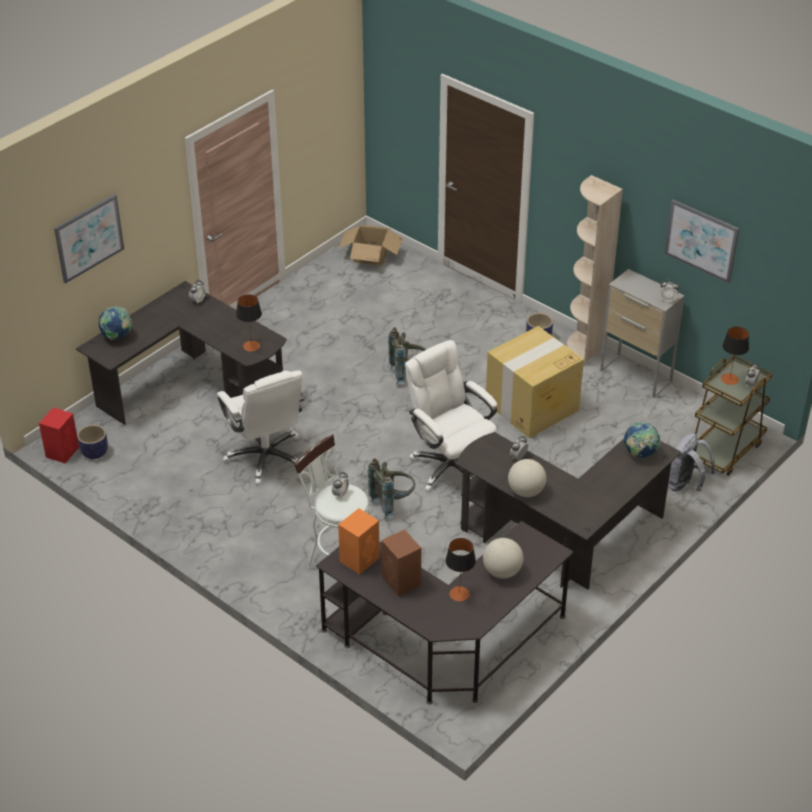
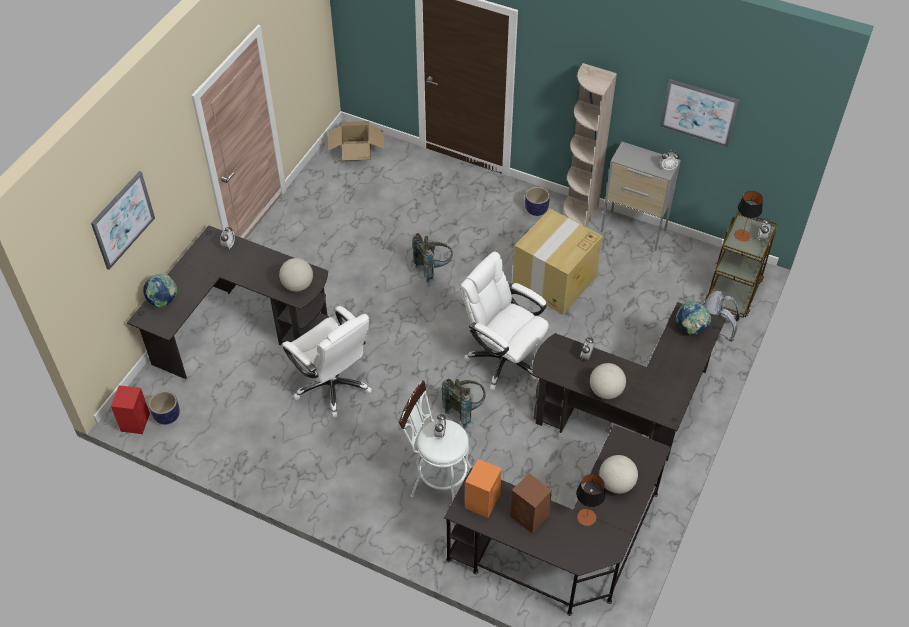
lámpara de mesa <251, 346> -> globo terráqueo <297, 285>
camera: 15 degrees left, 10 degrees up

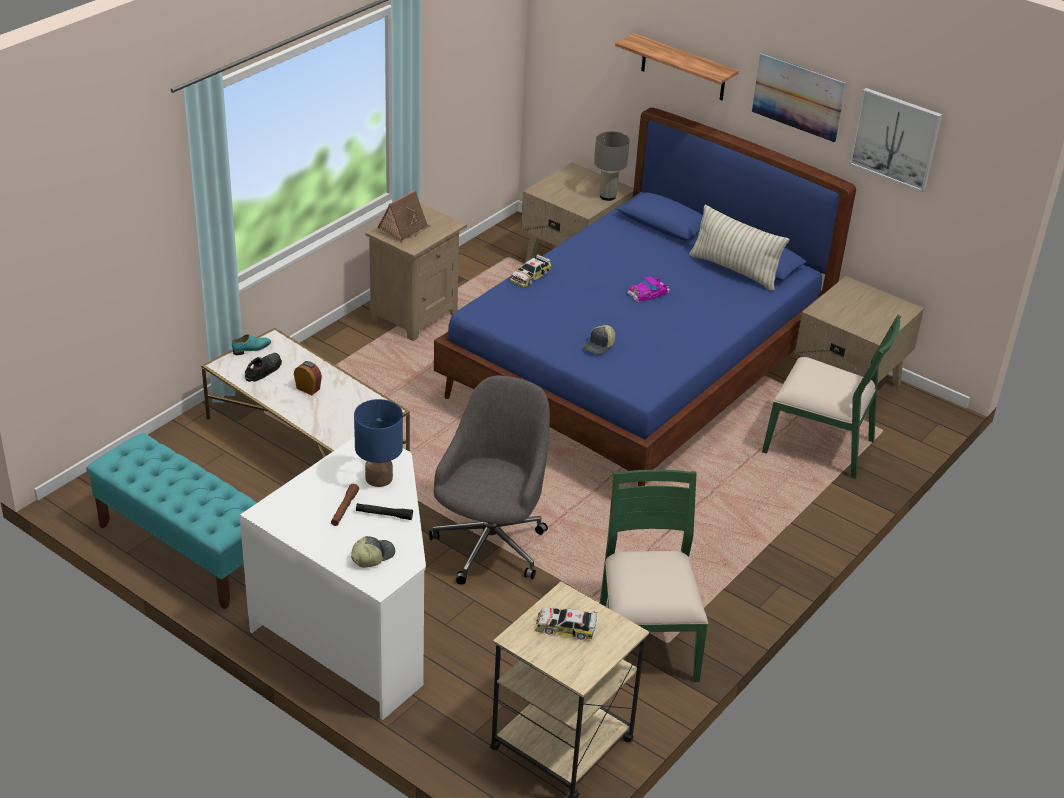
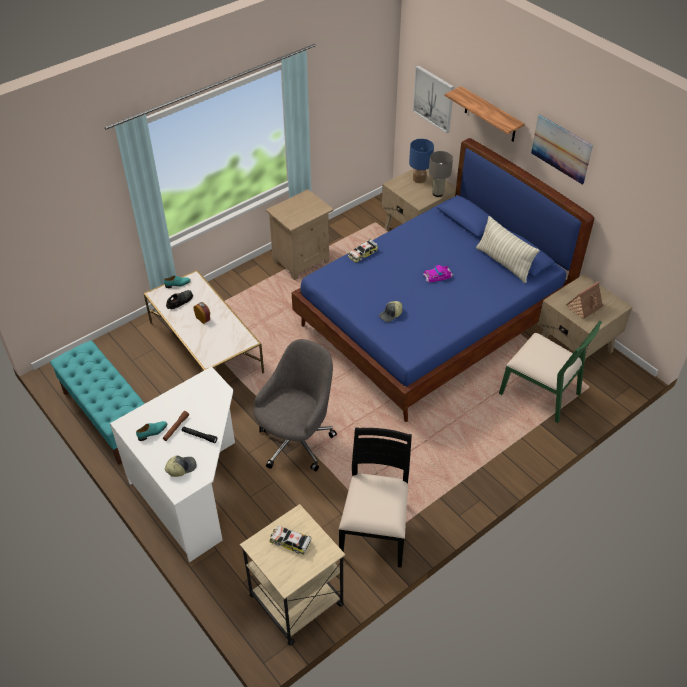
none -> zapato (turquesa) <153, 432>
silla (verde) <645, 640> -> silla (negro) <375, 529>
lámpara de mesa (azul) <379, 478> -> lámpara de mesa (azul) <419, 179>, move
cuadro <895, 139> -> cuadro <434, 98>, move
casita <404, 229> -> casita <585, 307>, move
camera: 15 degrees right, 10 degrees up

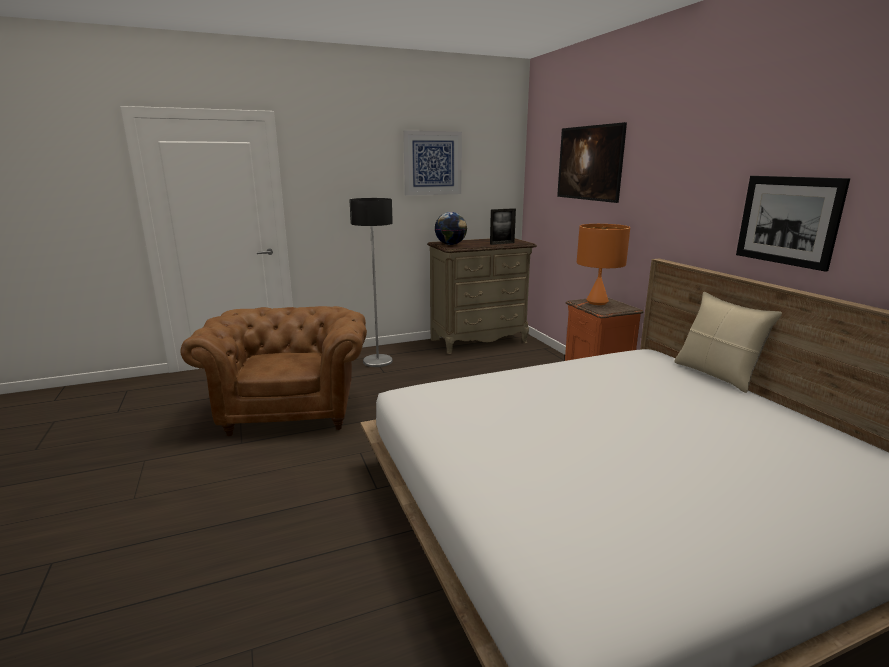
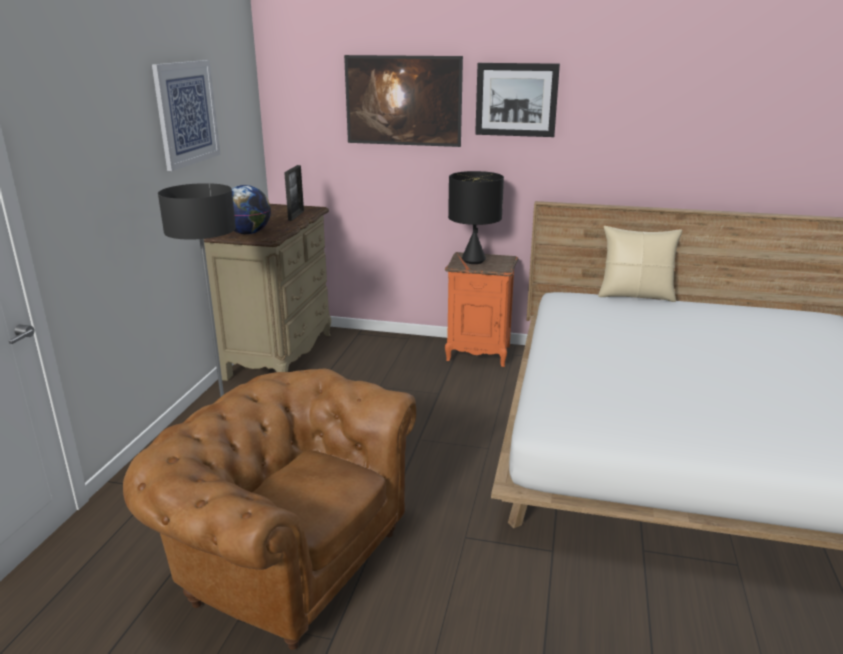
lámpara de mesa (naranja) <597, 303> -> lámpara de mesa (negro) <473, 261>
cuadro <788, 220> -> cuadro <516, 100>, move
camera: 55 degrees left, 5 degrees up

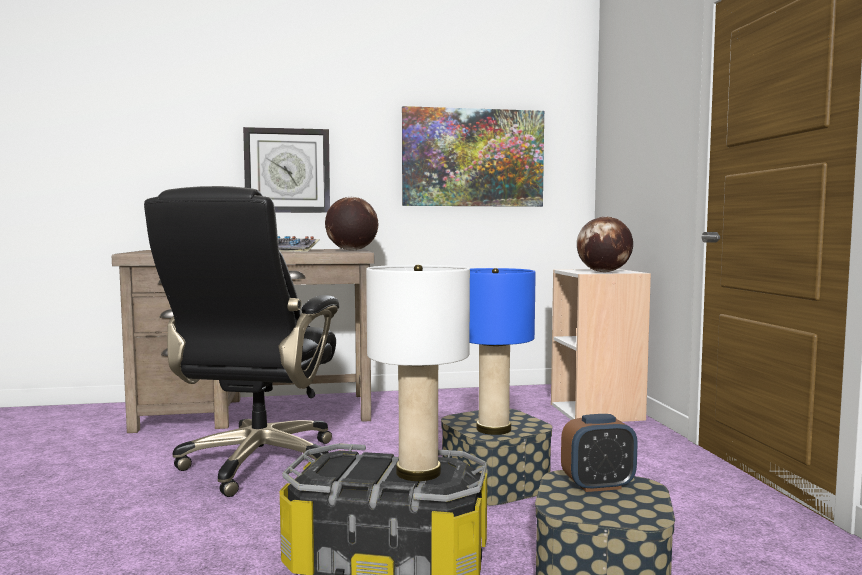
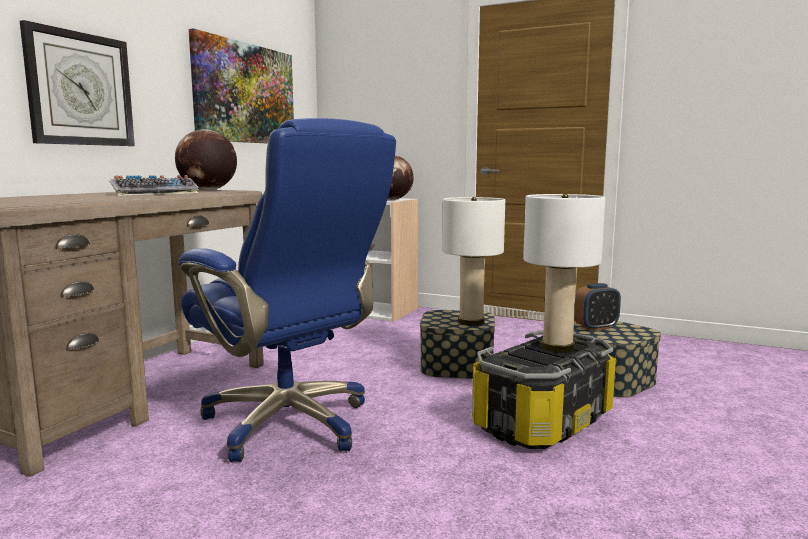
silla de oficina (negro) <256, 465> -> silla de oficina (azul) <289, 427>
lámpara de mesa (azul) <493, 429> -> lámpara de mesa (blanco) <471, 322>
despertador <598, 485> -> despertador <595, 327>, 45 degrees clockwise
camera: 55 degrees left, 5 degrees up

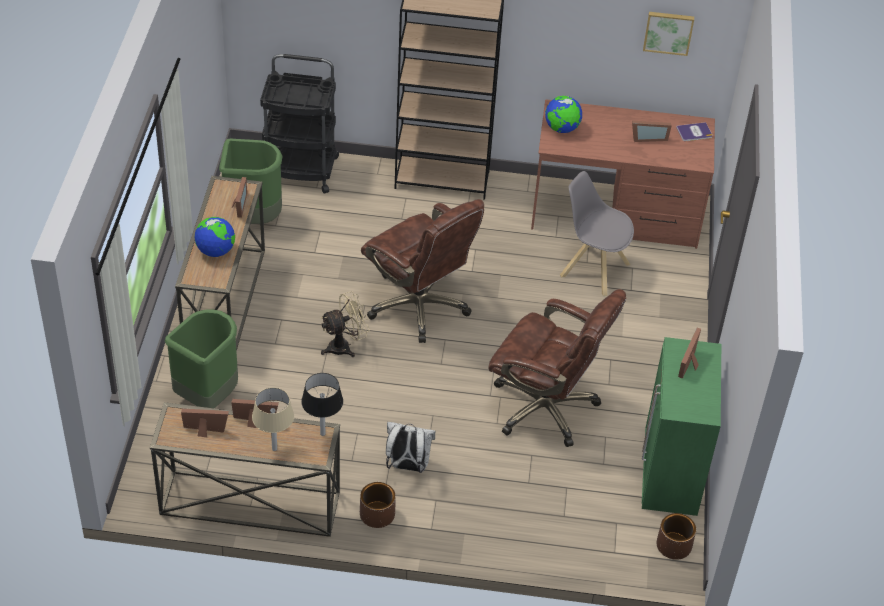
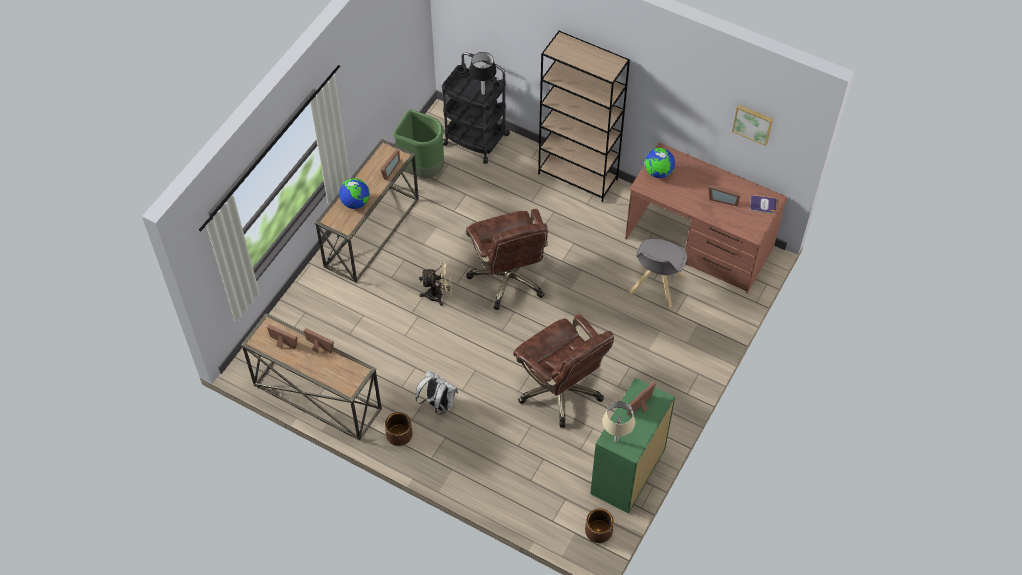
lámpara de mesa (negro) <322, 434> -> lámpara de mesa (negro) <483, 93>, move
lámpara de mesa (beis) <274, 449> -> lámpara de mesa (beis) <616, 440>, move
silla (gris) <593, 268> -> silla (gris) <656, 286>, 120 degrees counterclockwise
papelera (verde) <208, 396> -> none
camera: 25 degrees right, 10 degrees up

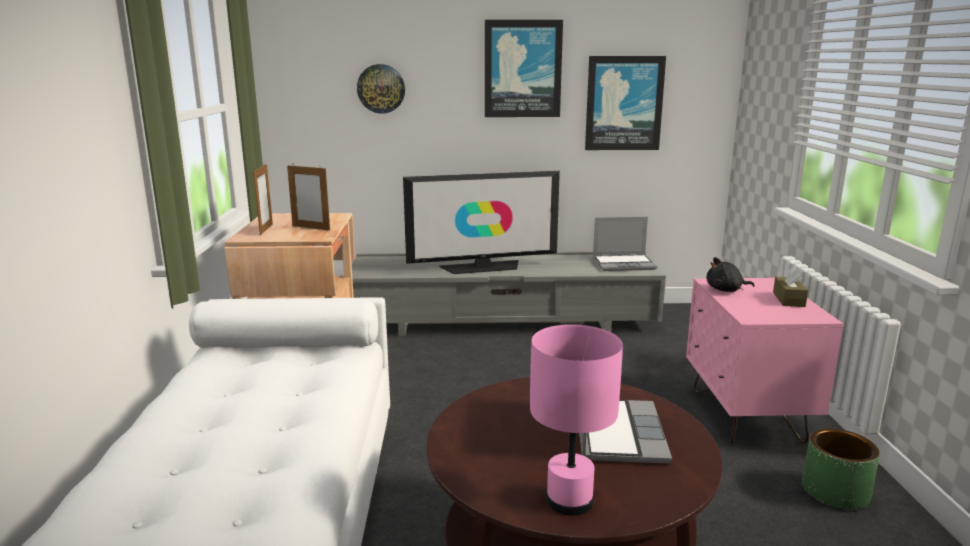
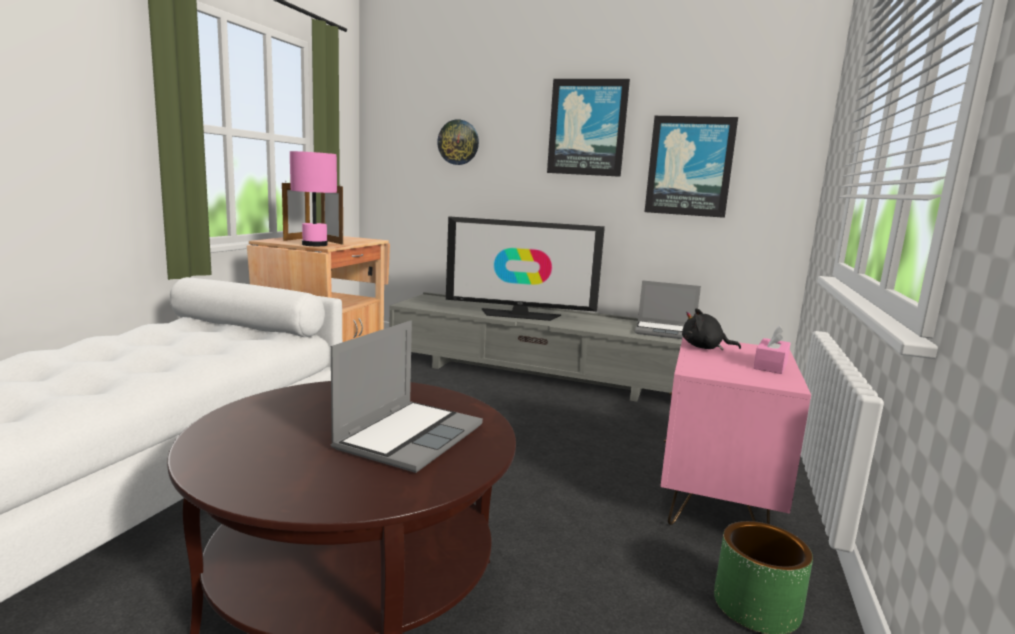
lámpara de mesa (rosa) <568, 500> -> lámpara de mesa (rosa) <314, 245>, move
caja de pañuelos (marrón) <788, 299> -> caja de pañuelos (rosa) <770, 365>
camera: 20 degrees right, 5 degrees down

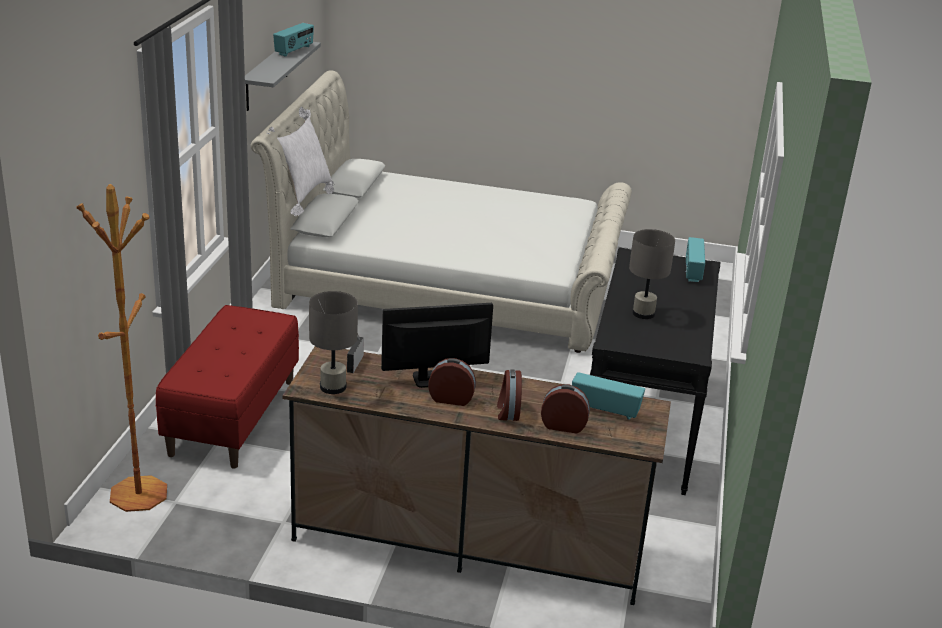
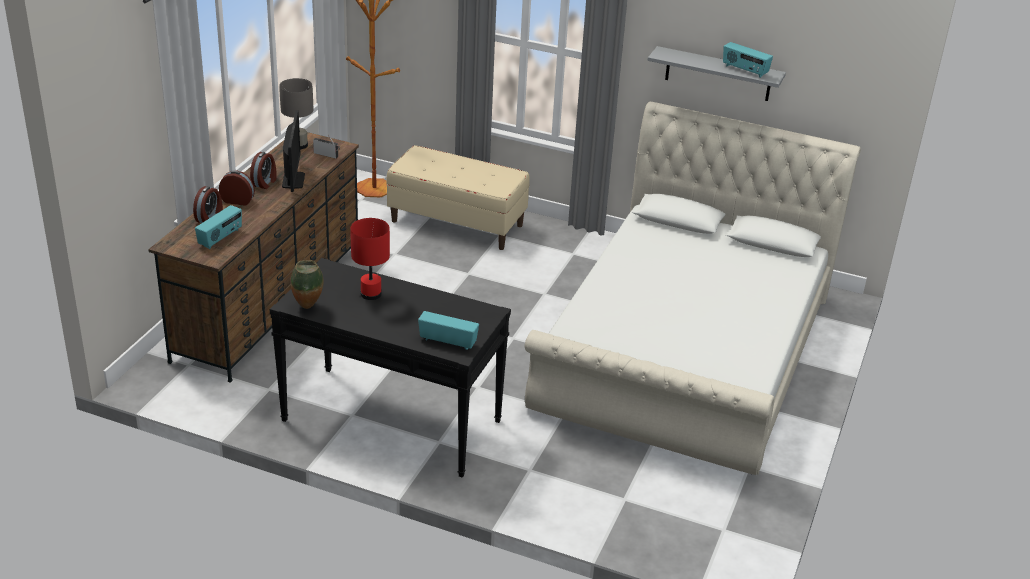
none -> florero <308, 307>
lámpara de mesa (gris) <643, 313> -> lámpara de mesa (rojo) <371, 294>
banco (rojo) <232, 417> -> banco (beis) <457, 223>
cojín (blanco) <301, 202> -> none
camera: 100 degrees right, 5 degrees up

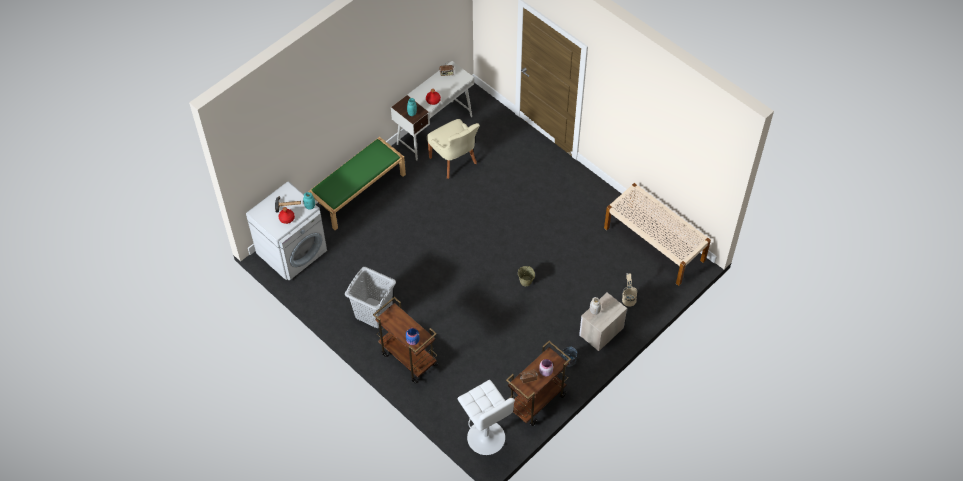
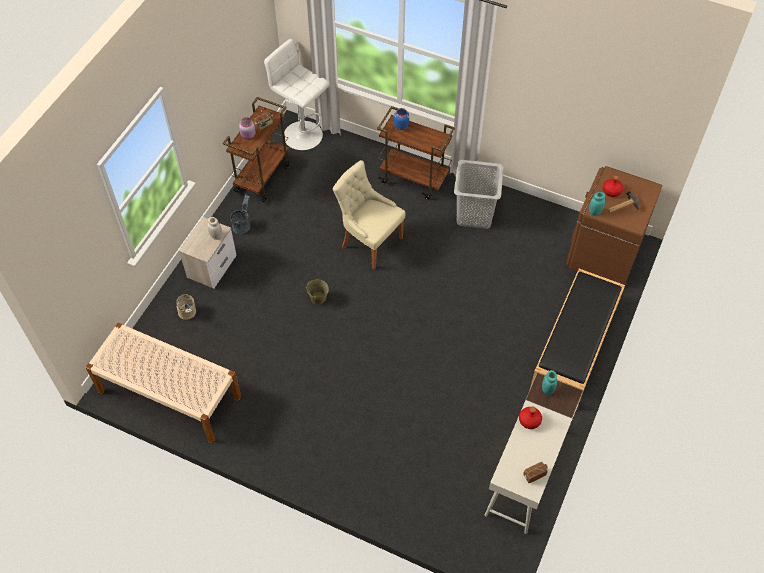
silla (beis) <454, 161> -> silla (beis) <369, 242>, move
banco (verde) <359, 191> -> banco (negro) <574, 348>
lavadora (blanco) <293, 251> -> lavadora (marrón) <603, 252>
camera: 160 degrees right, 0 degrees up

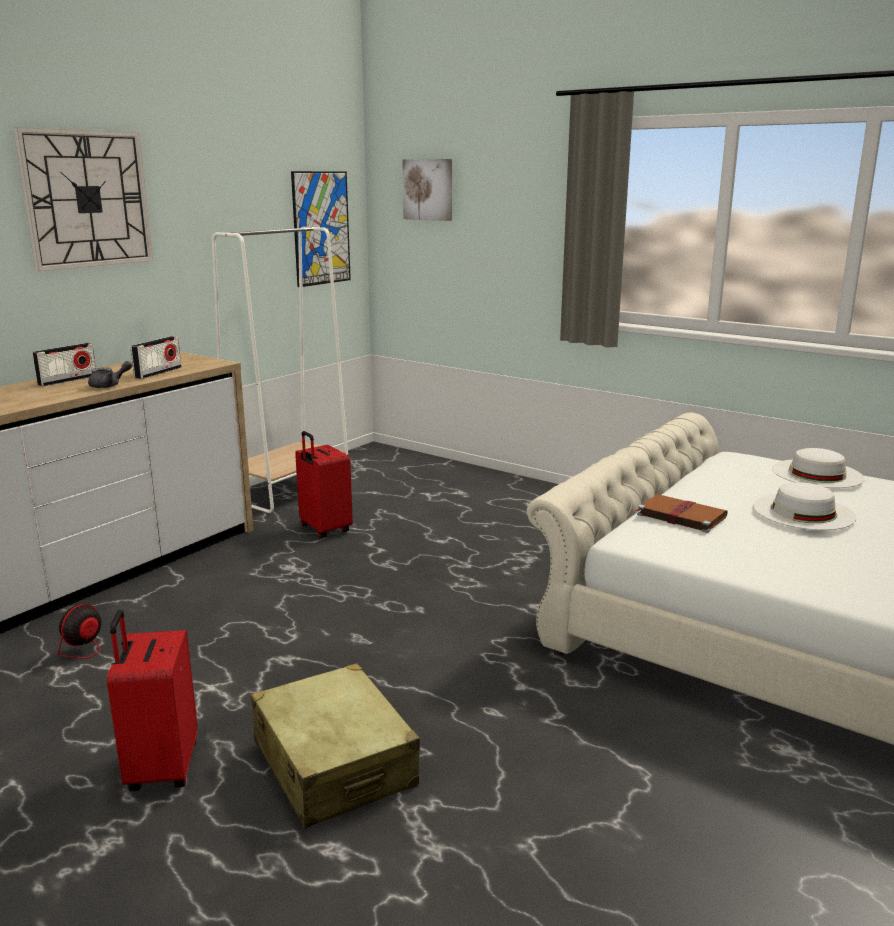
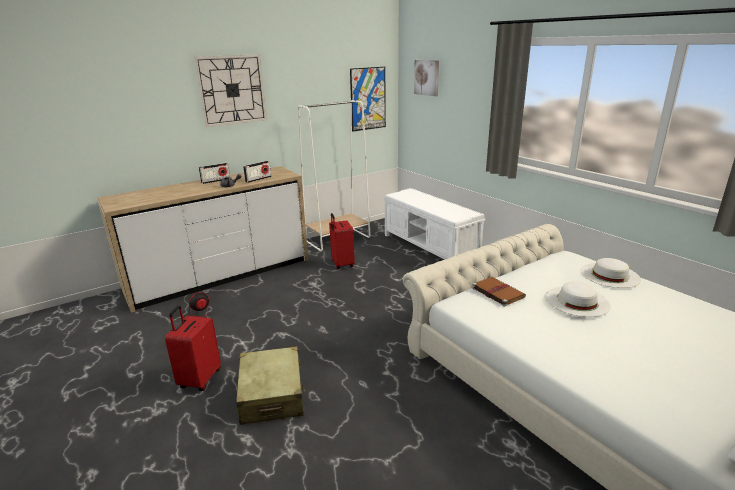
none -> banco (blanco) <430, 247>
camera: 20 degrees right, 5 degrees up

